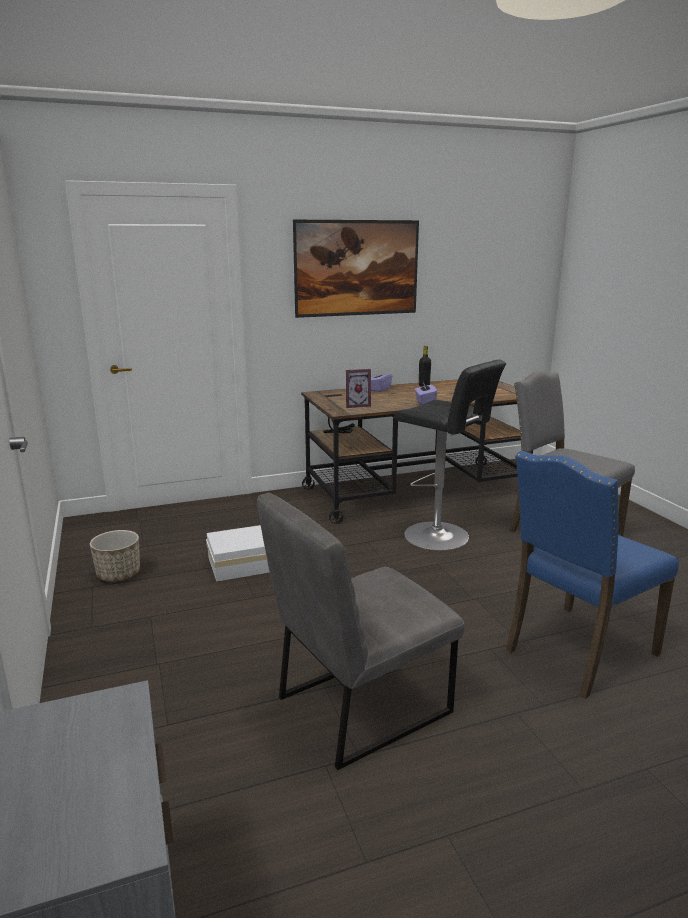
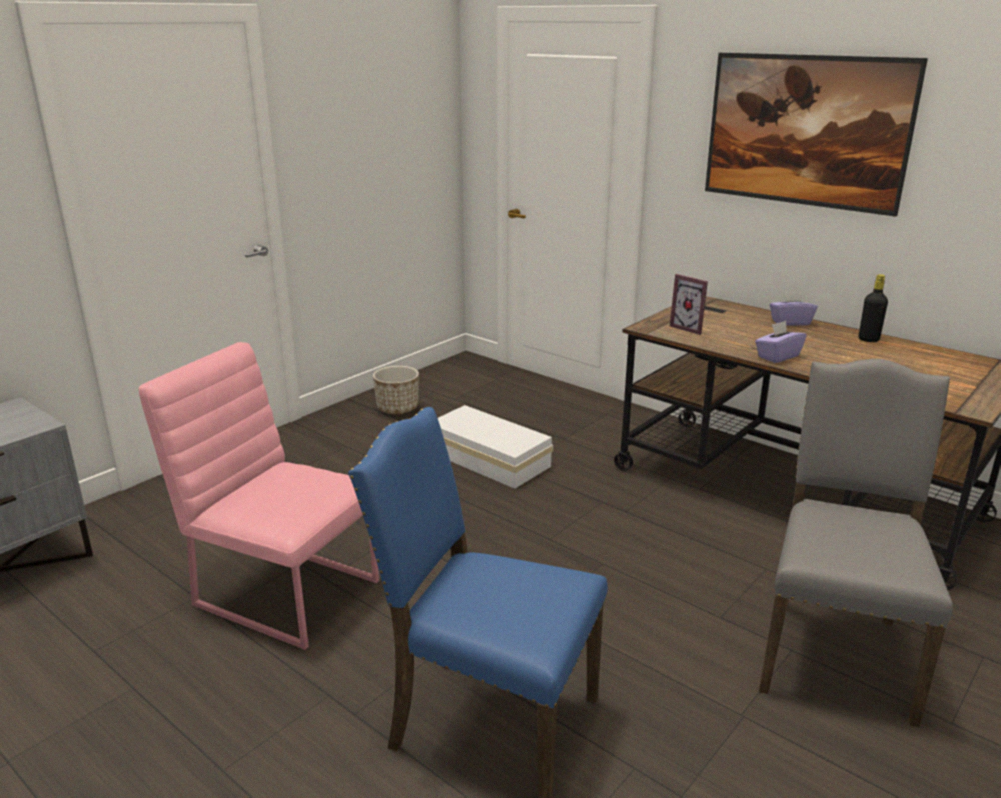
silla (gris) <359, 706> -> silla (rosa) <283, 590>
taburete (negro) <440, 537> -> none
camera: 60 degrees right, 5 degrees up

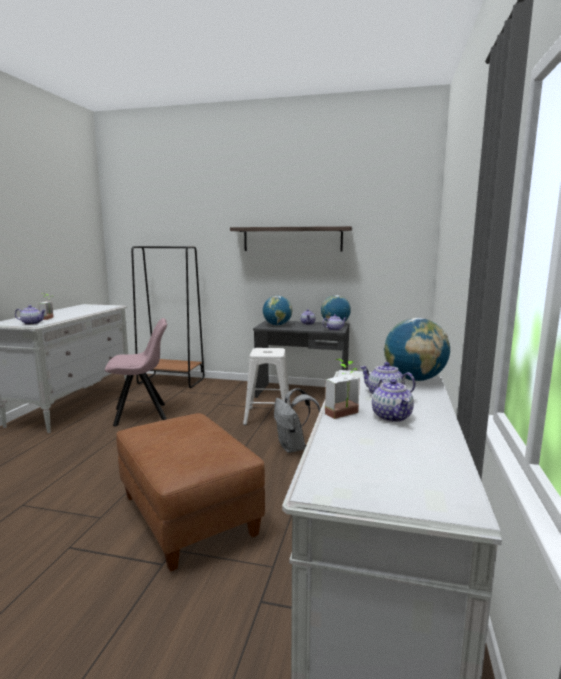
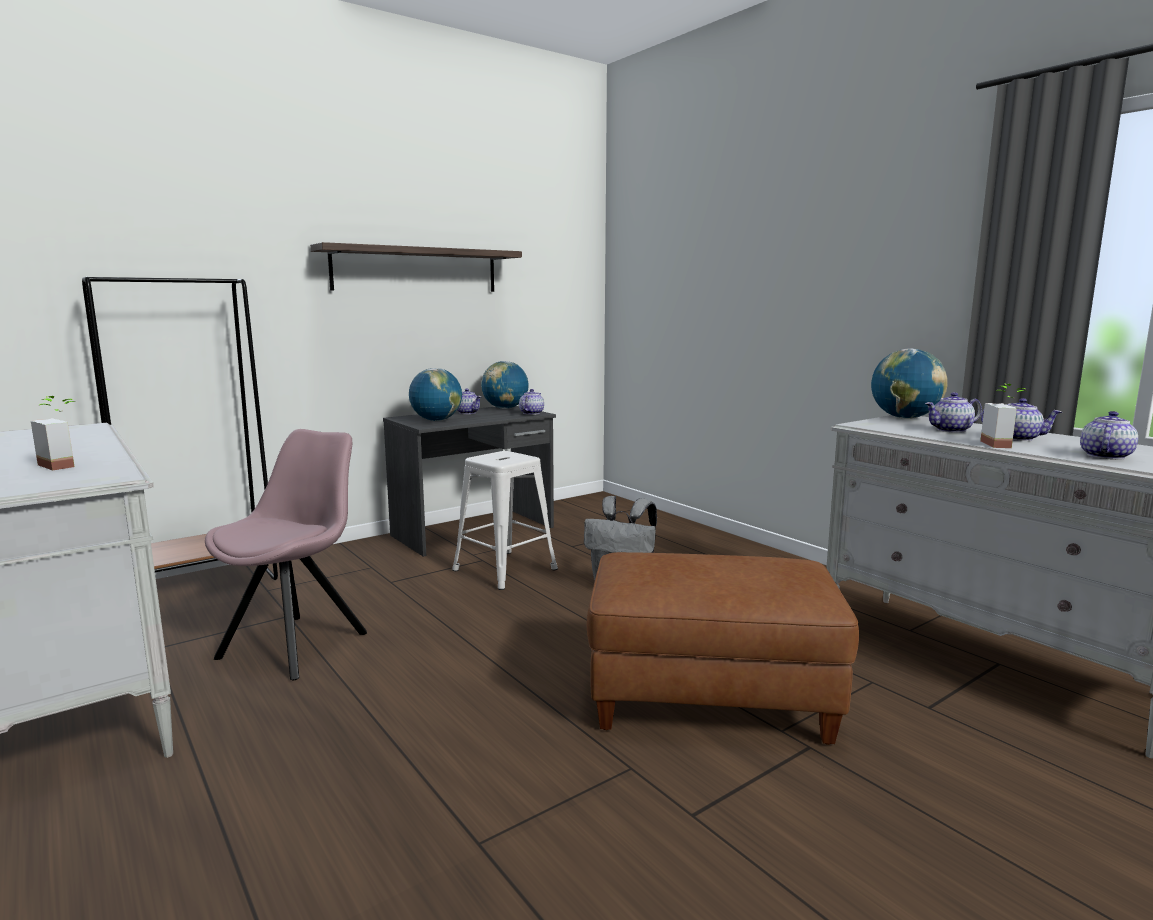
tetera <32, 323> -> tetera <1104, 456>, move
camera: 50 degrees left, 0 degrees up

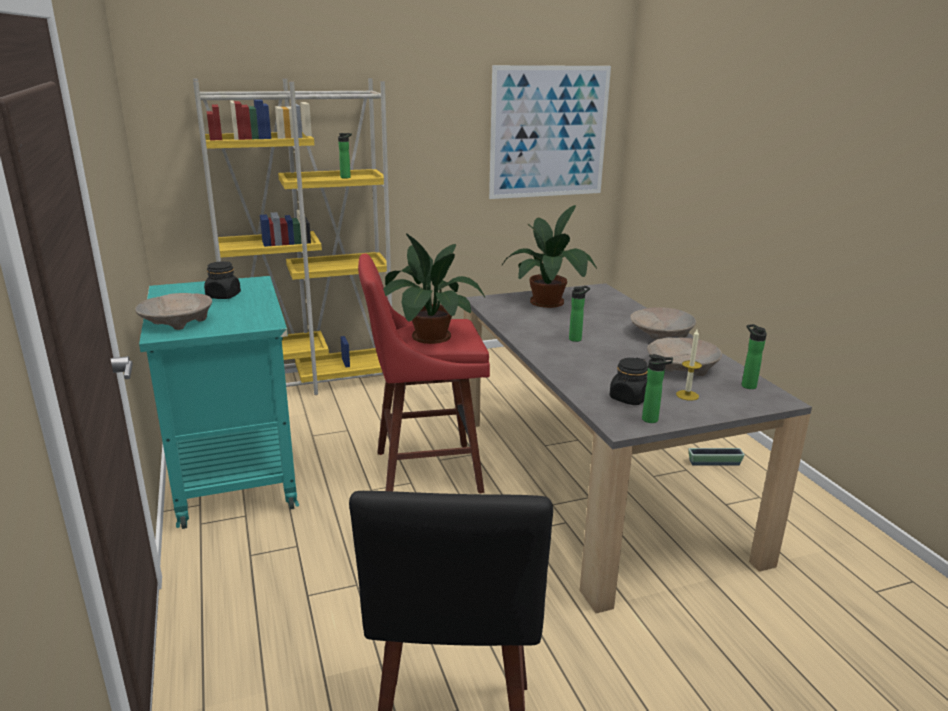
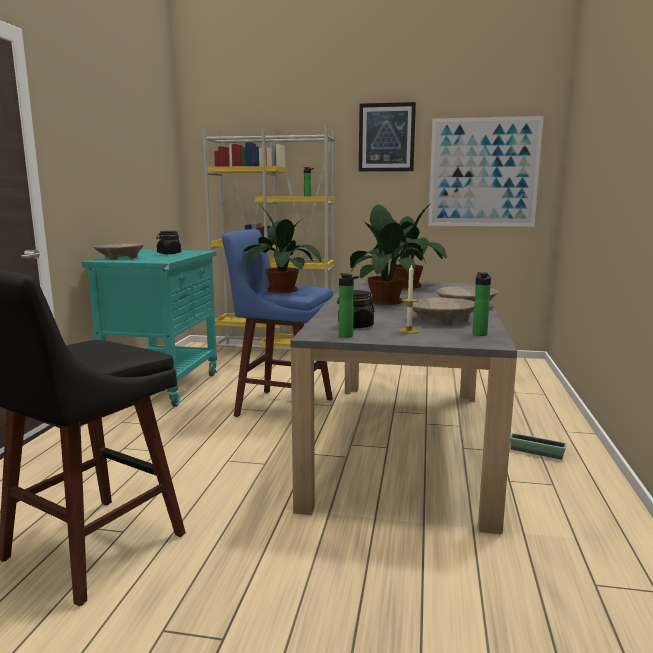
taburete (rojo) <424, 472> -> taburete (azul) <282, 407>
botella <576, 339> -> planta en maceta <386, 301>
none -> cuadro <386, 137>
camera: 30 degrees right, 10 degrees down

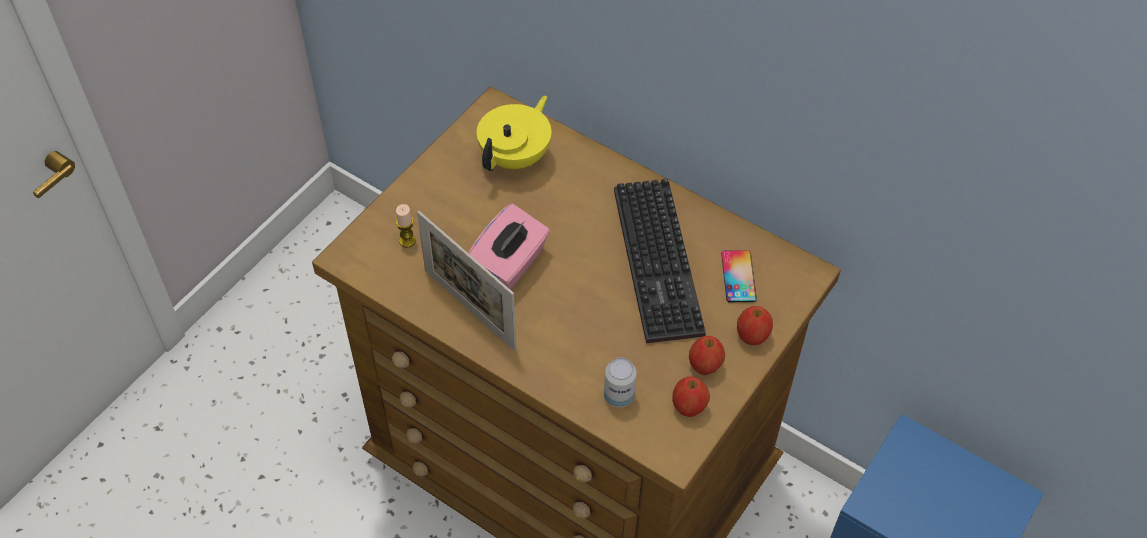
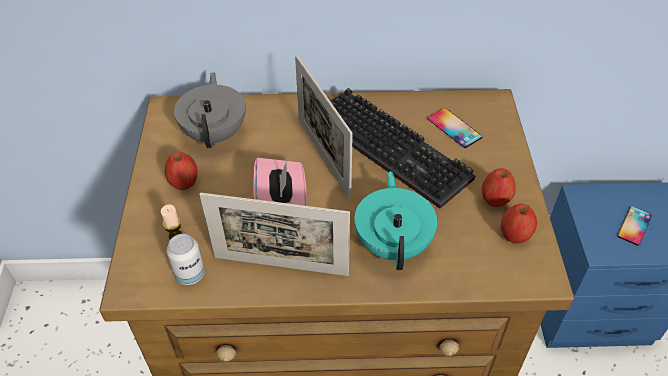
manzana <752, 336> -> manzana <184, 183>, move
lata <618, 396> -> lata <190, 274>, move
tetera (amarillo) <516, 157> -> tetera (gris) <215, 133>
none -> portarretratos <323, 157>
none -> tetera (turquesa) <393, 243>
none -> móvil <634, 225>
camera: 35 degrees left, 5 degrees down

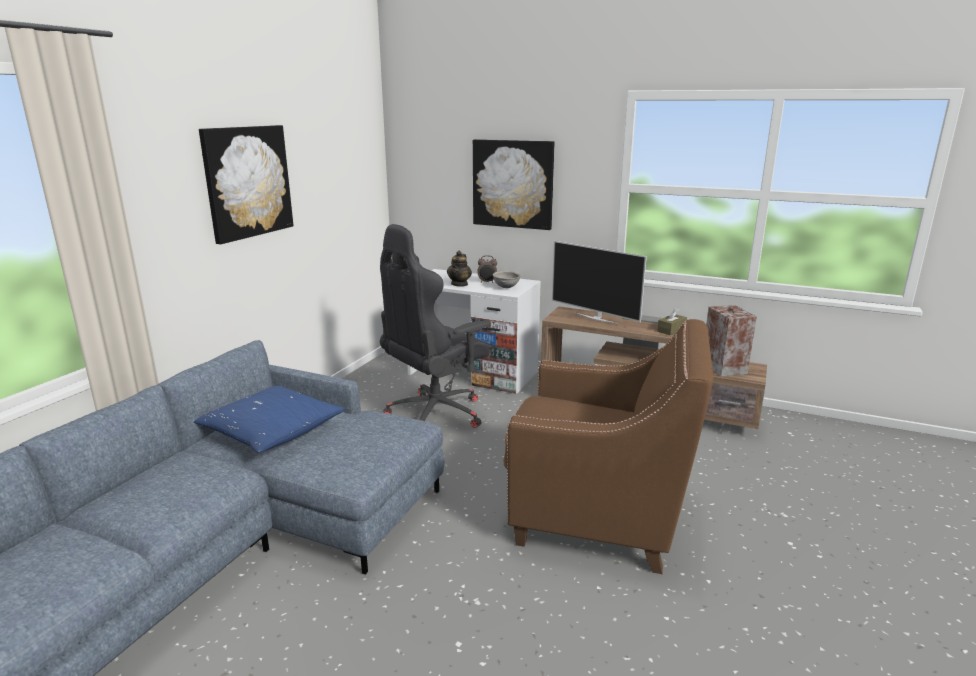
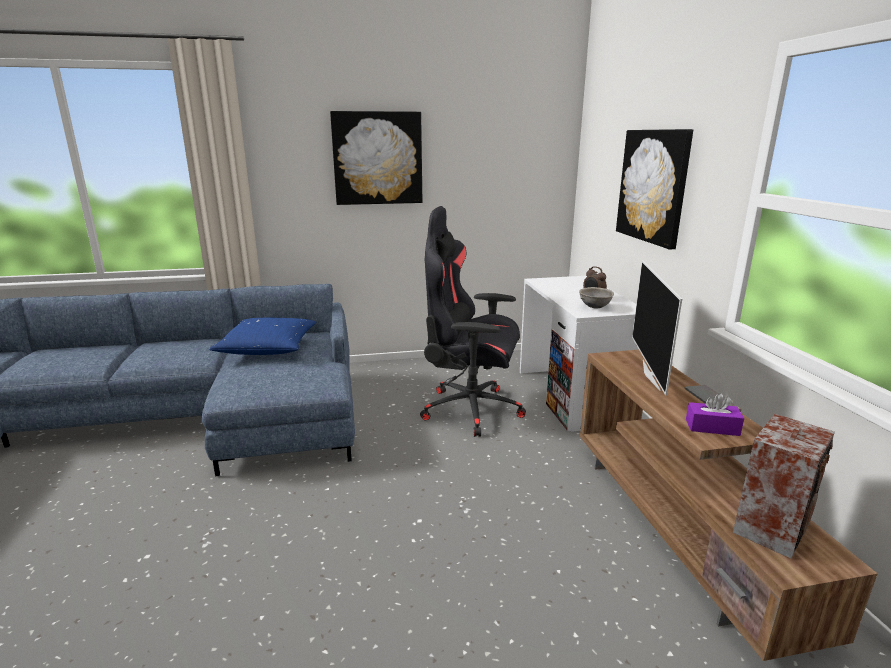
caja de pañuelos (marrón) <671, 330> -> caja de pañuelos (morado) <712, 427>
tetera <459, 284> -> none
sillón (marrón) <599, 514> -> none
camera: 55 degrees right, 0 degrees up

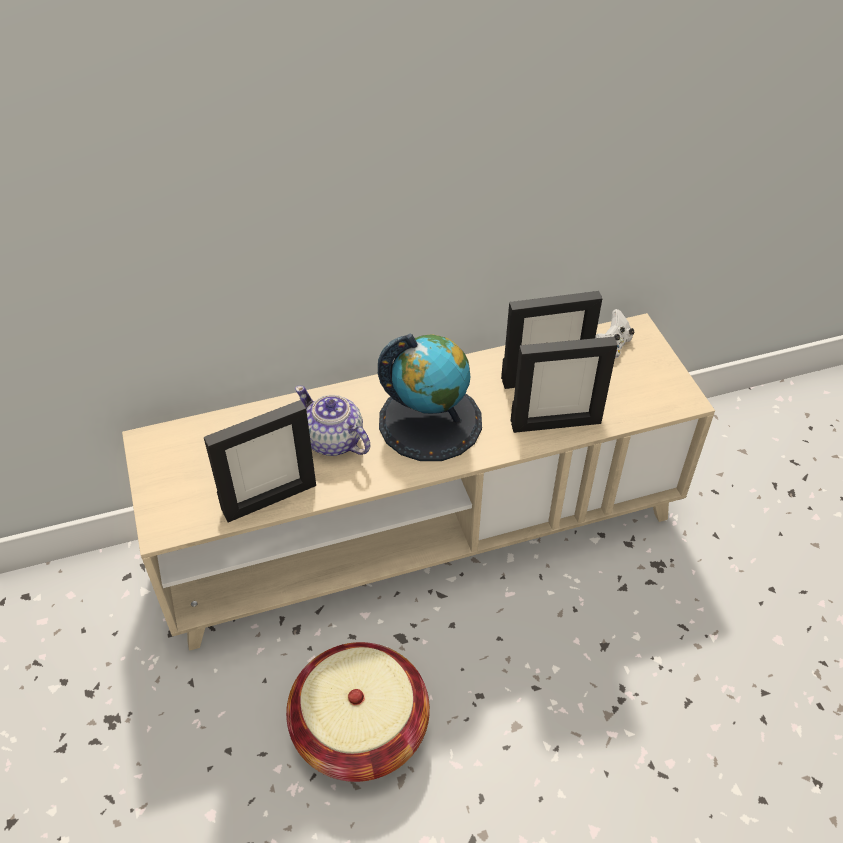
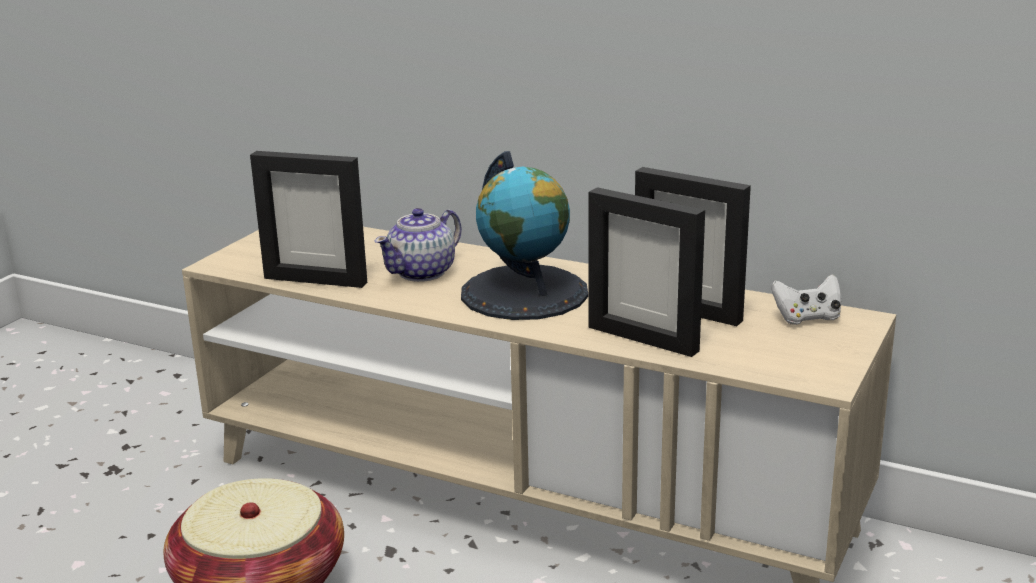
tetera <334, 441> -> tetera <422, 272>, 135 degrees counterclockwise
camera: 45 degrees right, 25 degrees down

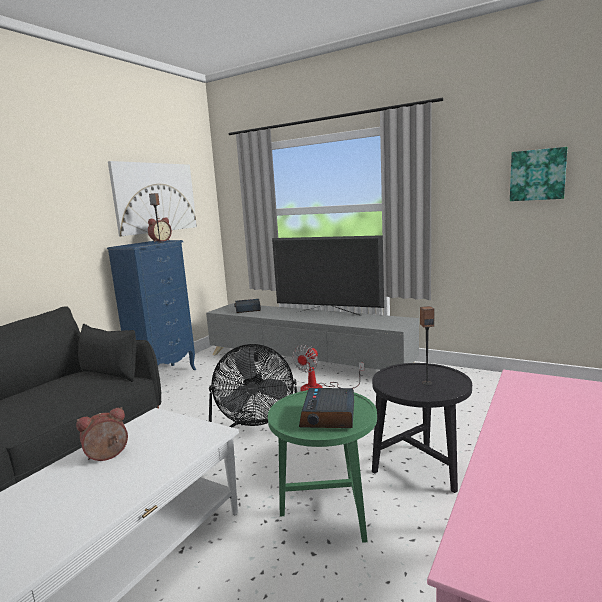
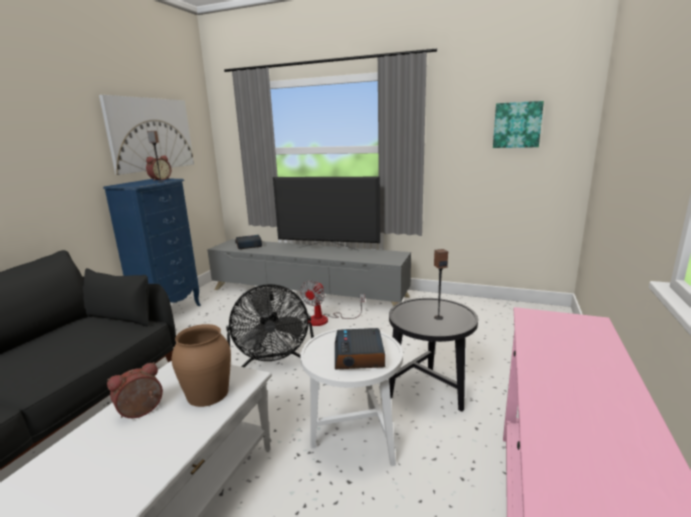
none -> florero (marrón) <207, 393>
mesa auxiliar (verde) <327, 511> -> mesa auxiliar (blanco) <354, 439>
camera: 10 degrees left, 5 degrees up

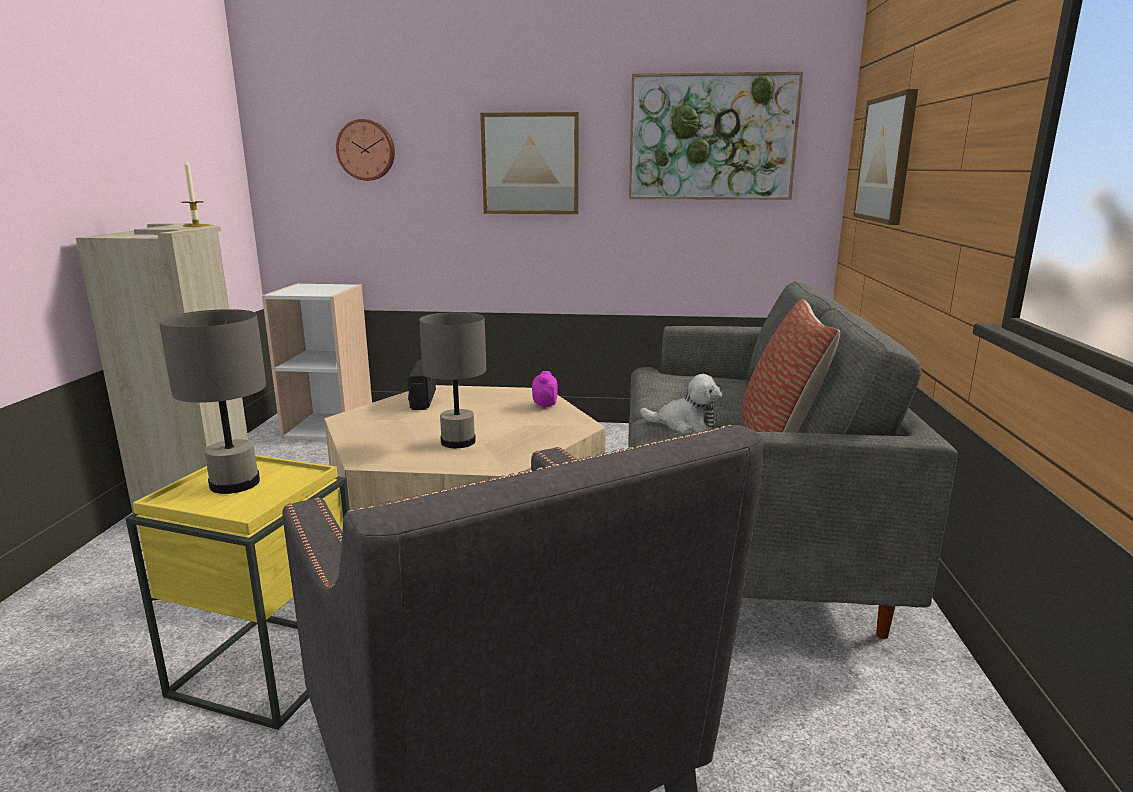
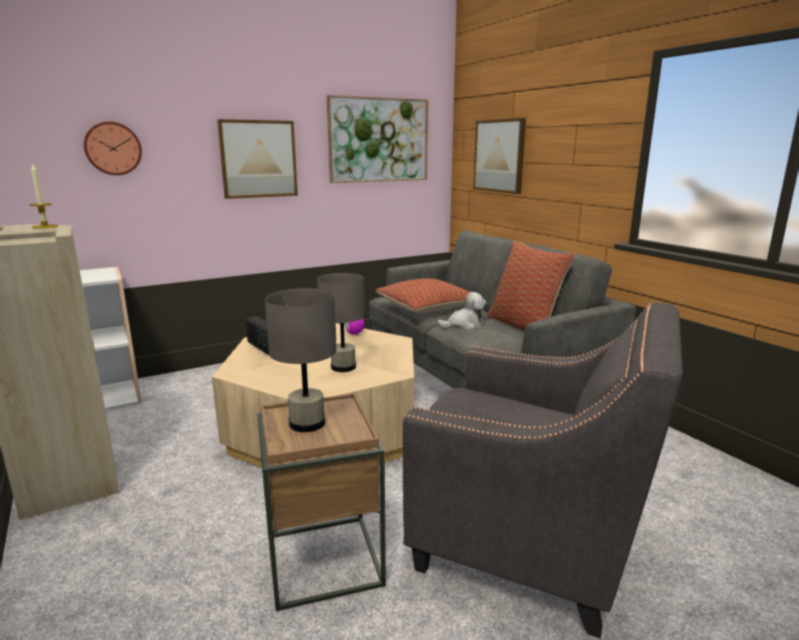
mesa auxiliar (amarillo) <268, 667> -> mesa auxiliar (marrón) <323, 559>
none -> cojín <426, 308>
camera: 35 degrees left, 0 degrees up

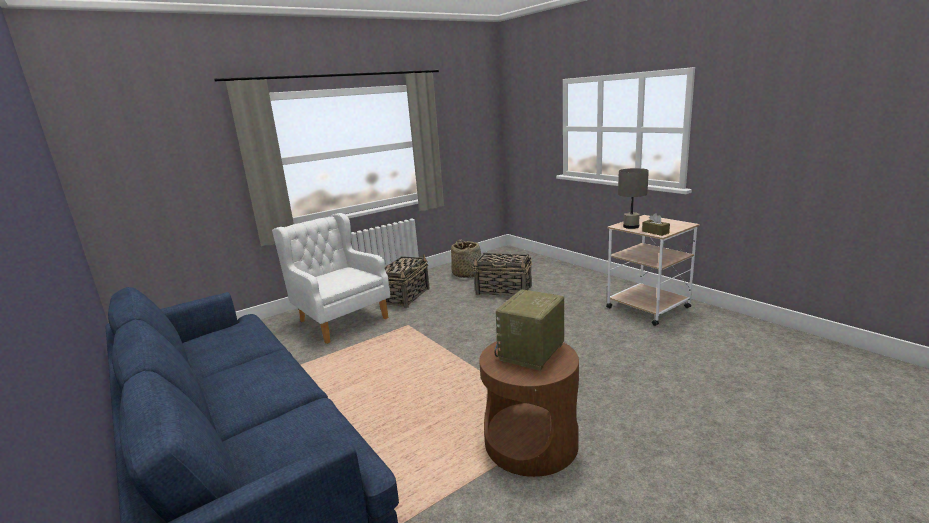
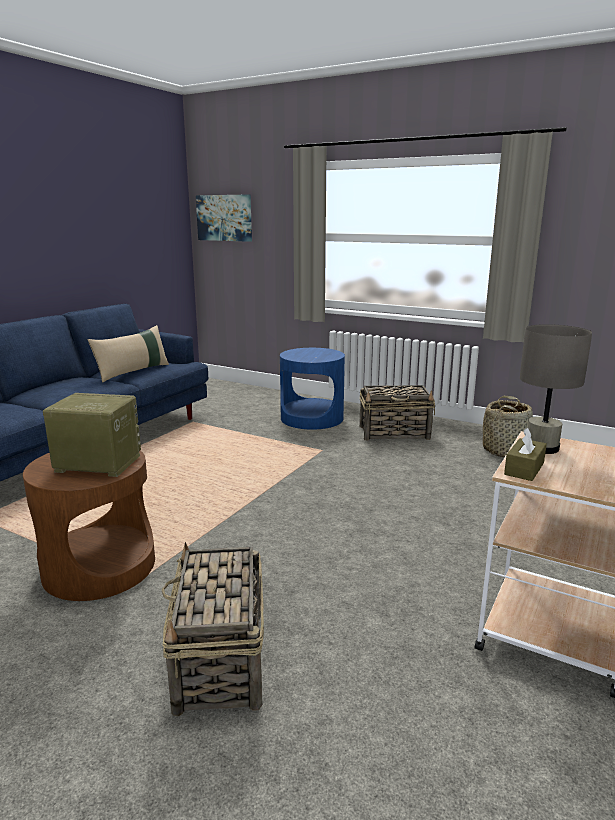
none -> cojín (beis) <133, 372>
cesta <504, 290> -> cesta <220, 661>, move
none -> cuadro <224, 218>
sillón (blanco) <339, 319> -> mesa auxiliar (azul) <312, 418>
camera: 65 degrees right, 0 degrees up

